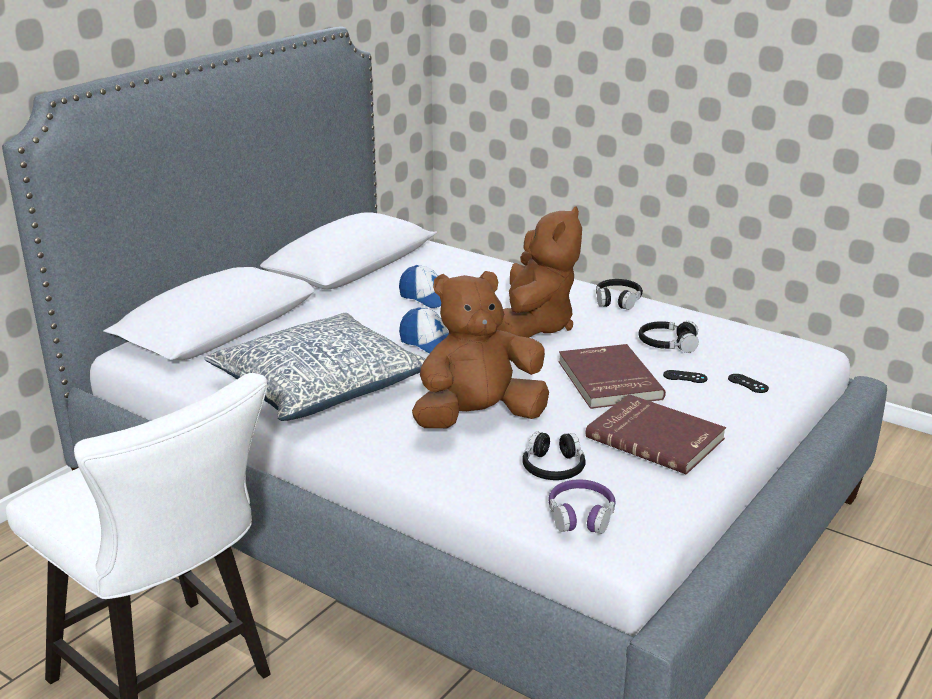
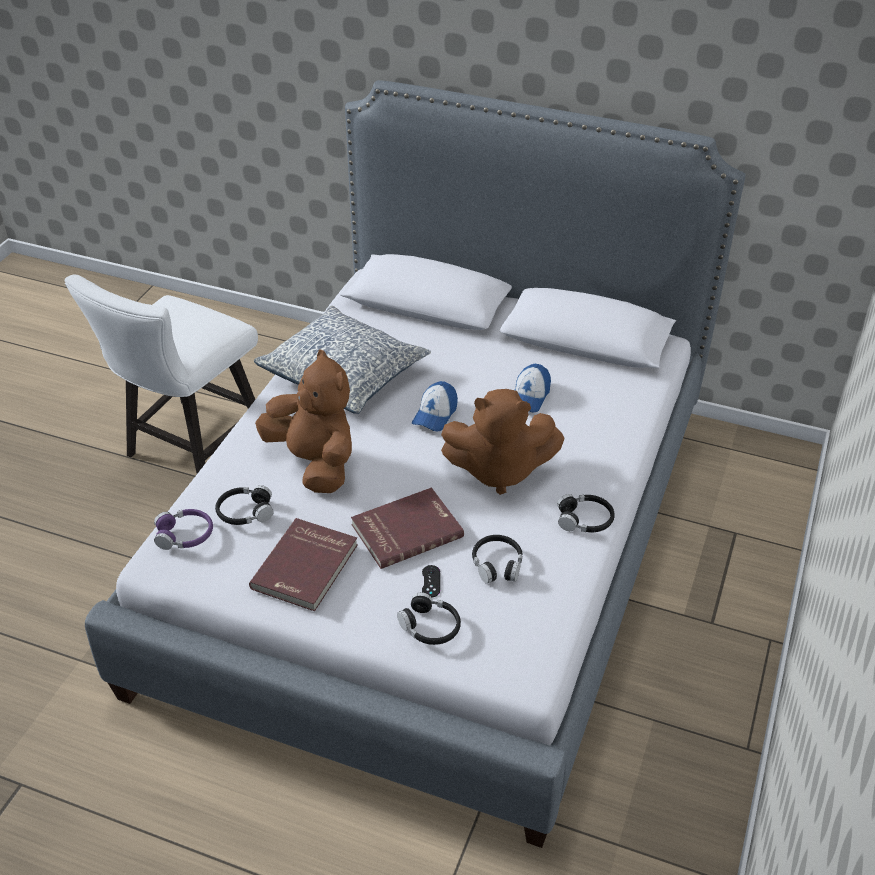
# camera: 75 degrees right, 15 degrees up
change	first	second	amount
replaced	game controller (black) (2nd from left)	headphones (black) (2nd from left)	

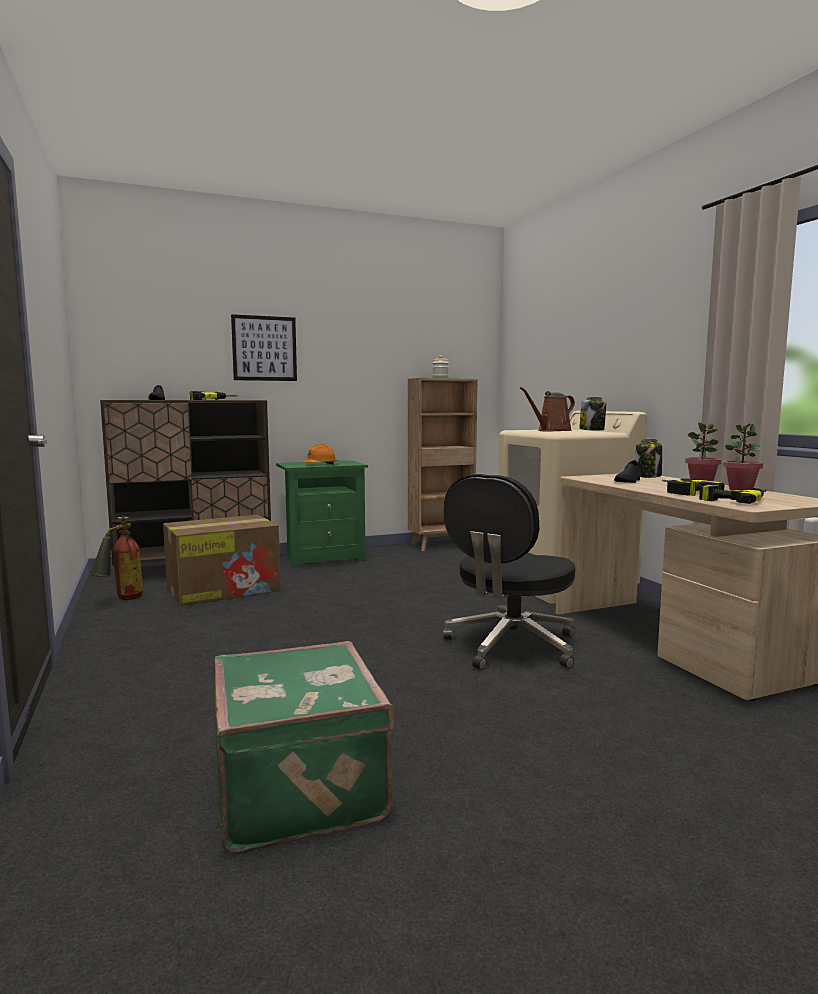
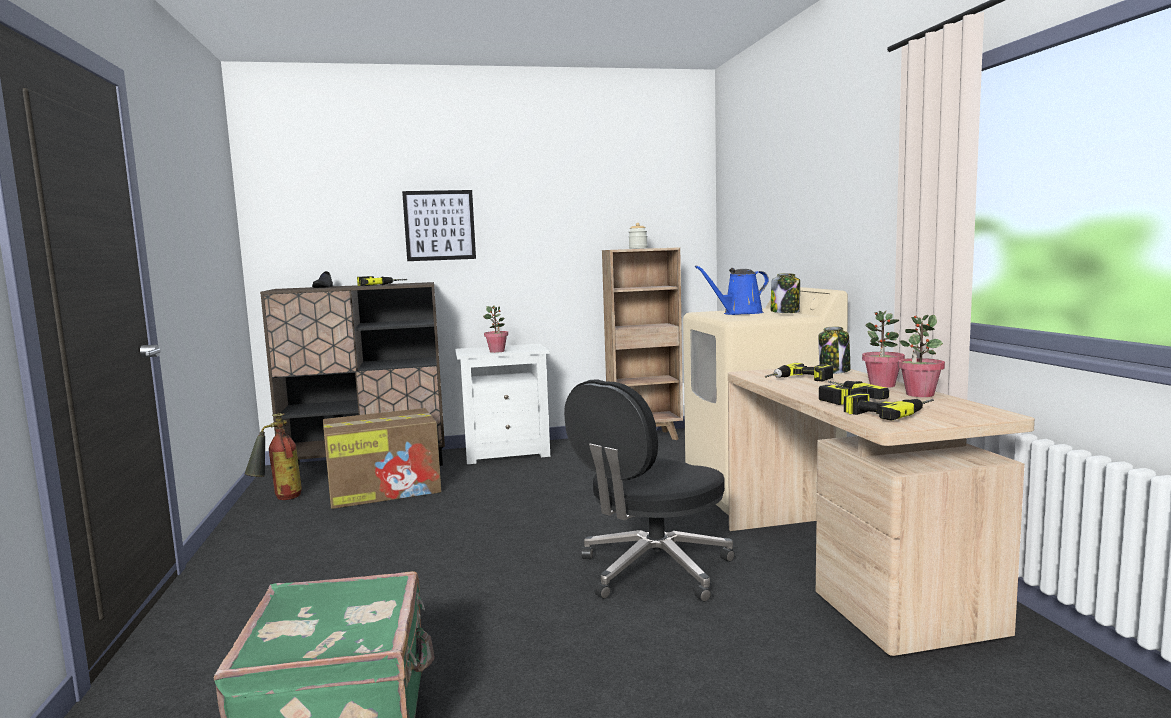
# camera: 10 degrees right, 0 degrees up
change	first	second	amount
recoloured	nightstand (green)	nightstand (white)	
replaced	hard hat (orange)	potted plant (1st from left)	
recoloured	watering can (brown)	watering can (blue)	
replaced	shoe (black) (2nd from left)	power drill (2nd from left)	

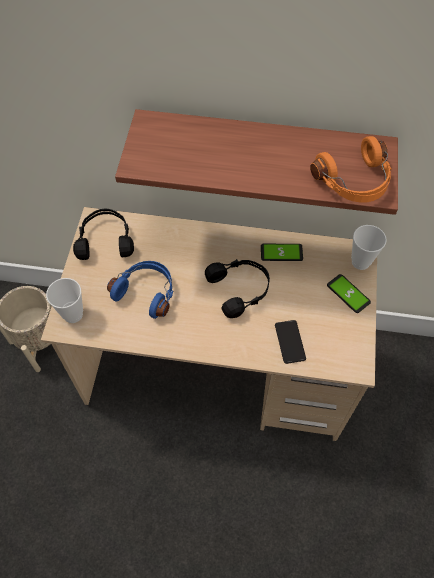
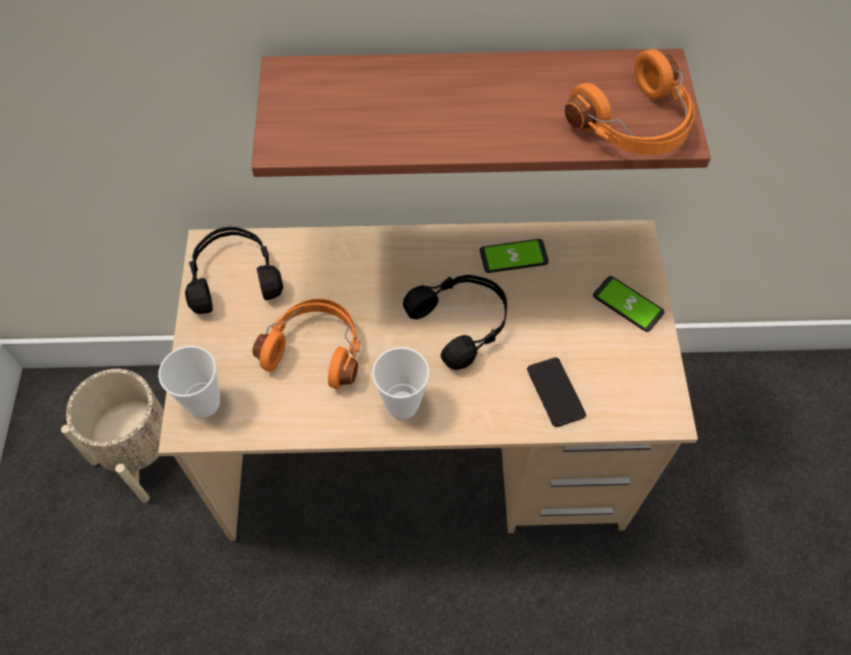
# camera: 10 degrees left, 0 degrees up
change	first	second	amount
recoloured	headphones (blue)	headphones (orange) (1st from left)	
moved	cup (2nd from left)		

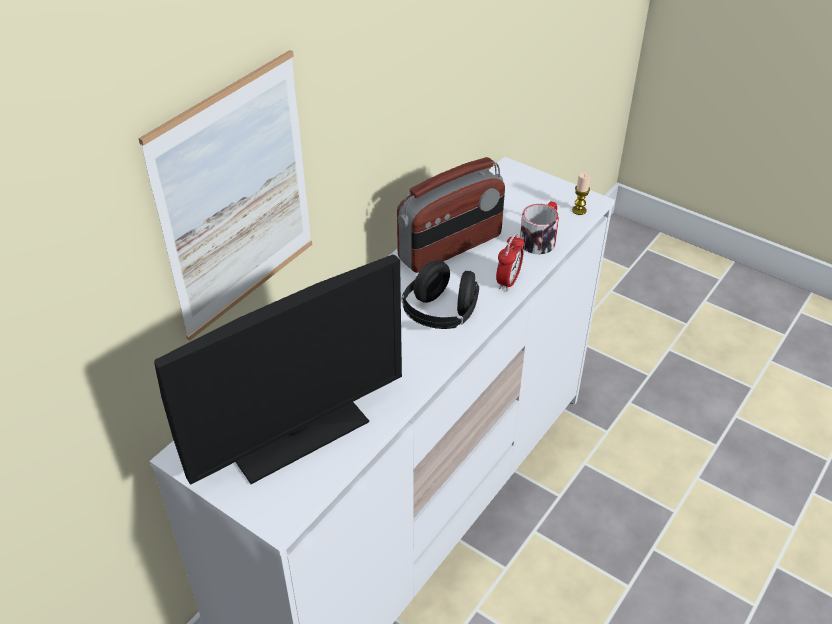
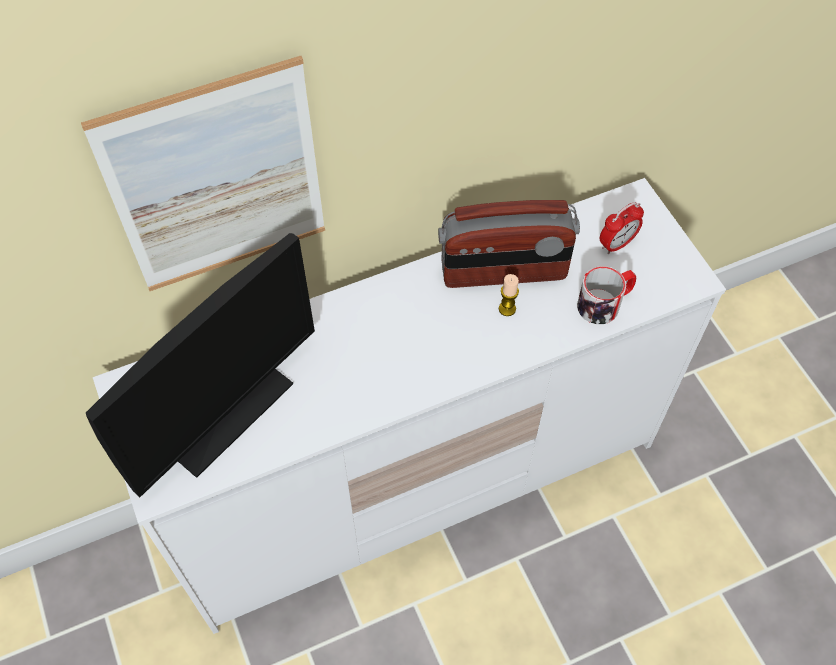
# camera: 30 degrees right, 15 degrees up
change	first	second	amount
turned	monitor		45 degrees counterclockwise
moved	candle		
moved	alarm clock		
removed	headphones (black)		

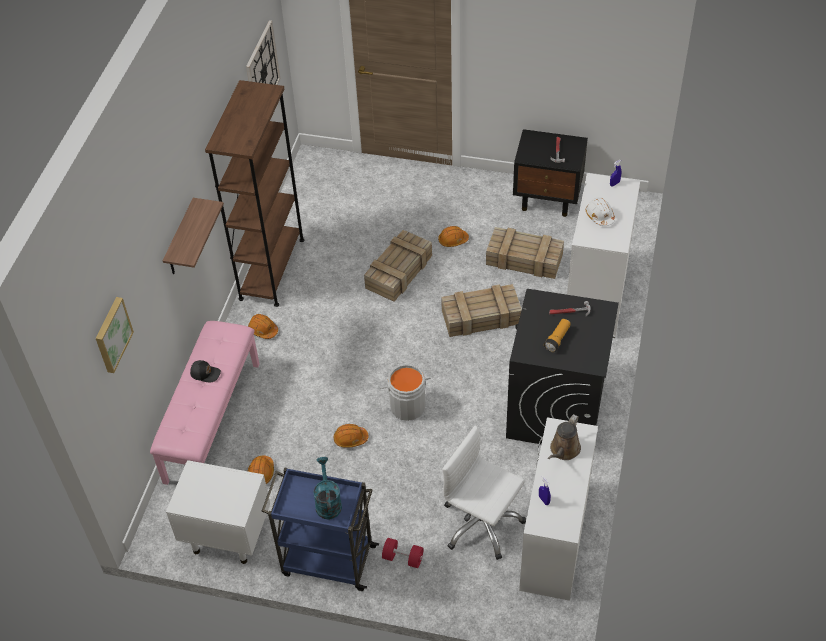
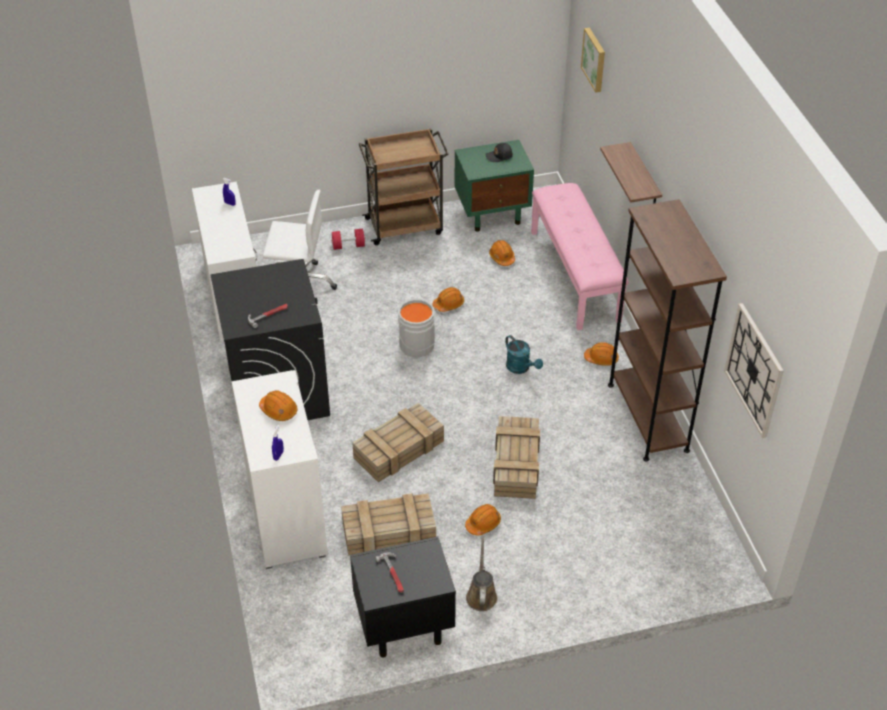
# camera: 150 degrees right, 5 degrees down
change	first	second	amount
recoloured	hard hat (white)	hard hat (orange) (1st from left)	
recoloured	cart (blue)	cart (brown)	
recoloured	nightstand (white)	nightstand (green)	
moved	watering can (brown)		
moved	cap (black)		
moved	watering can (turquoise)		
removed	flashlight		

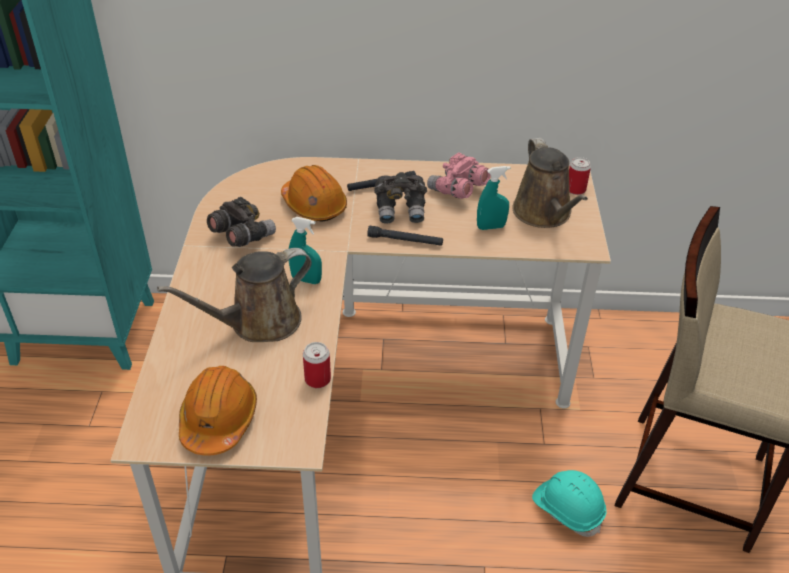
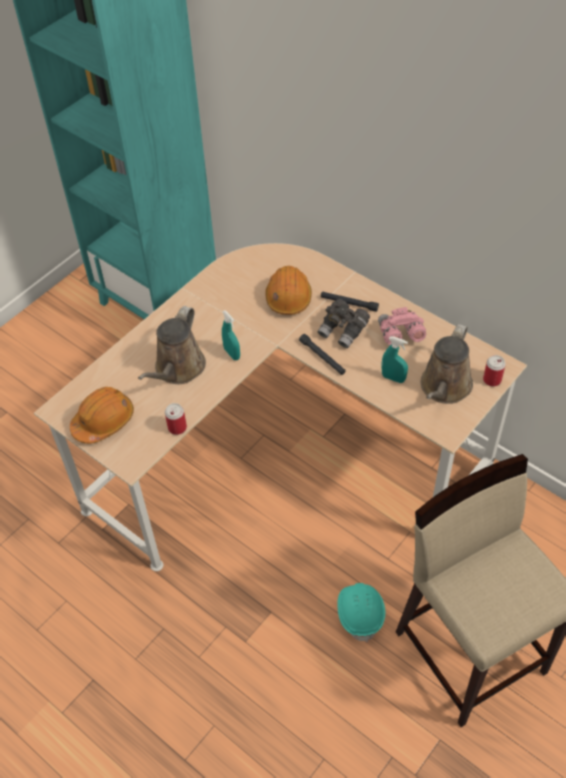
# camera: 40 degrees right, 10 degrees up
change	first	second	amount
turned	watering can (brown) (1st from left)		75 degrees counterclockwise
removed	binoculars (grey) (1st from left)		

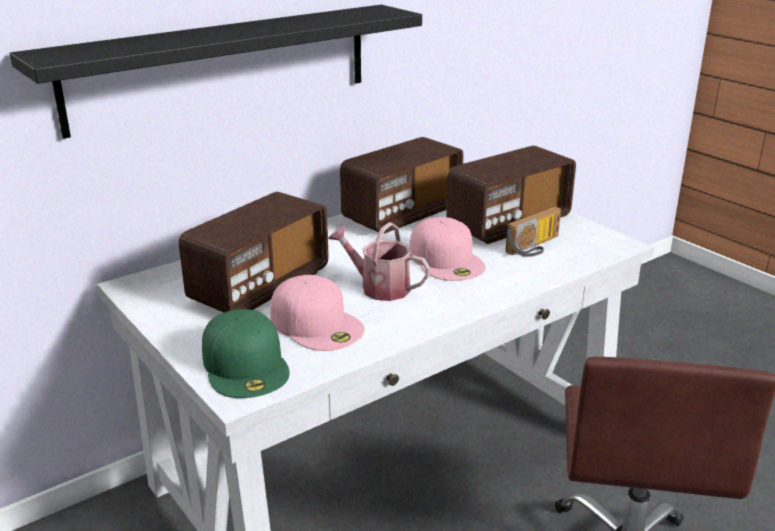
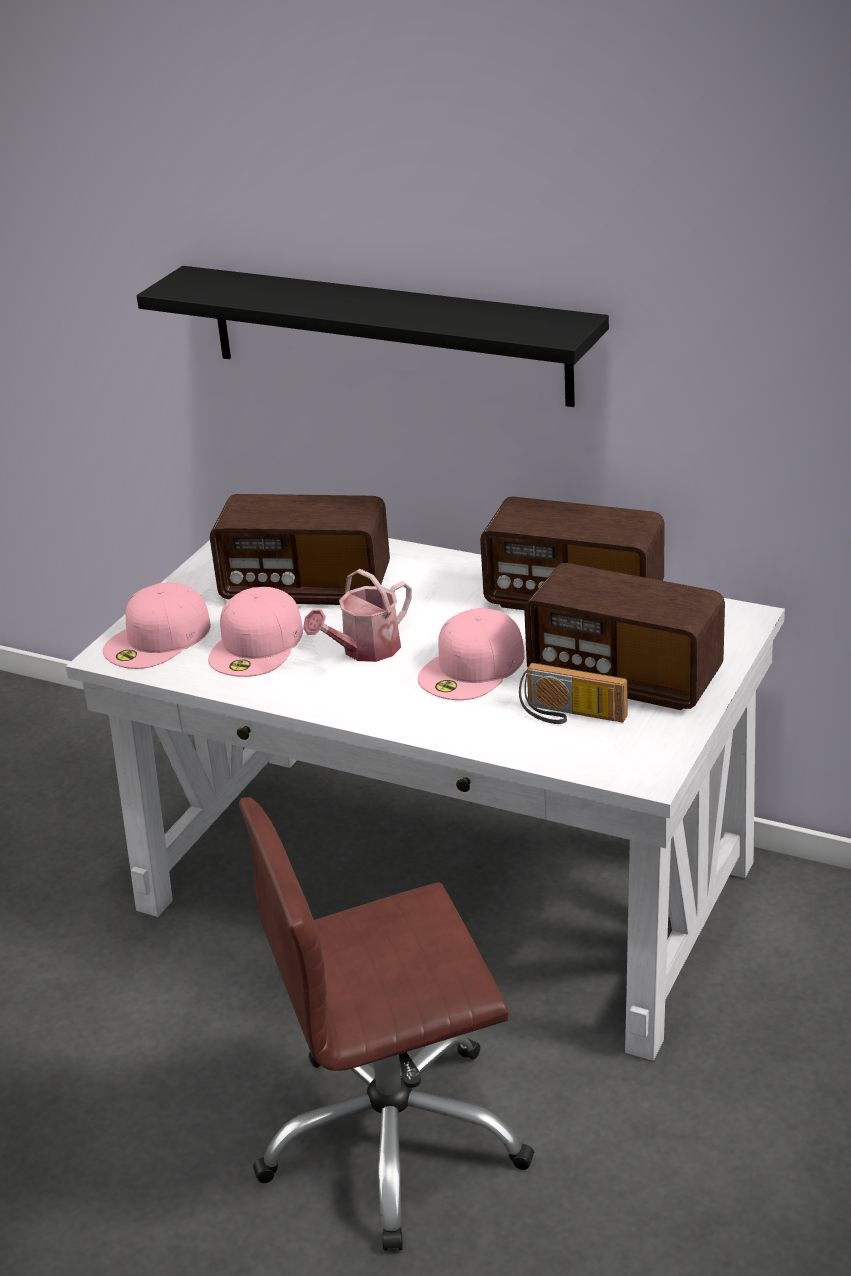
# camera: 65 degrees right, 5 degrees up
change	first	second	amount
recoloured	cap (green)	cap (pink) (1st from left)	
turned	watering can		135 degrees counterclockwise

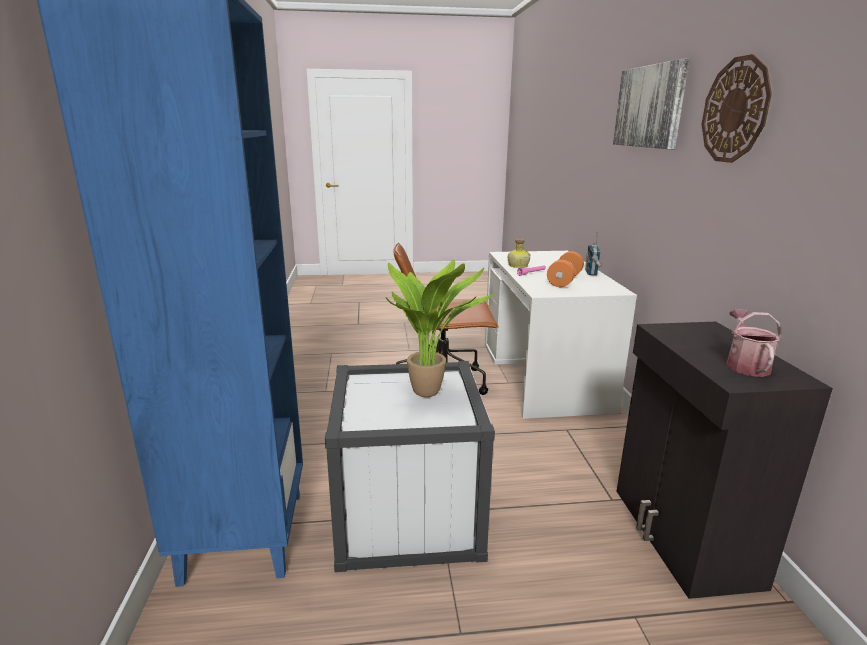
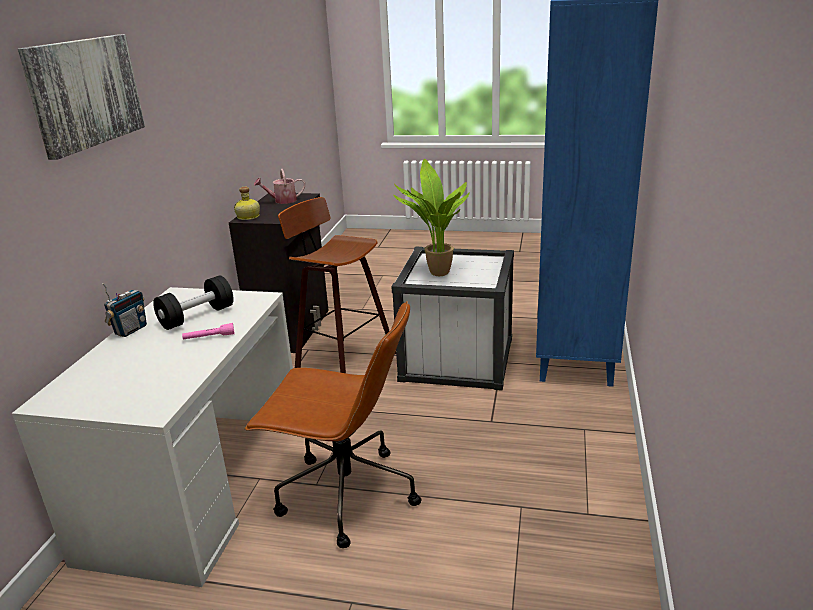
# camera: 160 degrees left, 5 degrees up
change	first	second	amount
recoloured	dumbbell (orange)	dumbbell (black)	
moved	bottle		
turned	watering can		45 degrees clockwise
added		stool	
removed	wall clock		

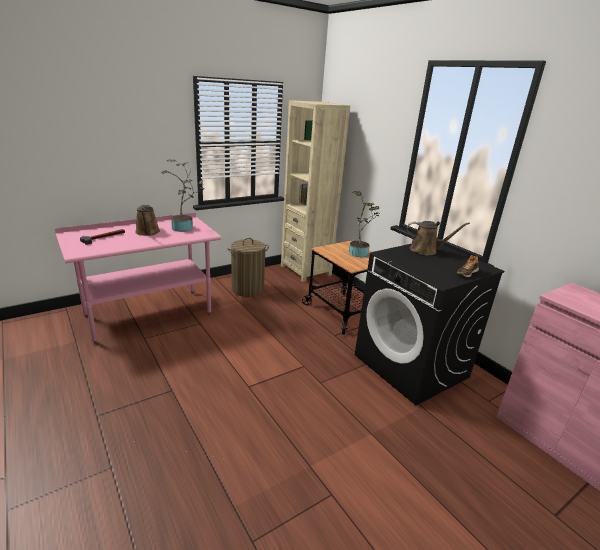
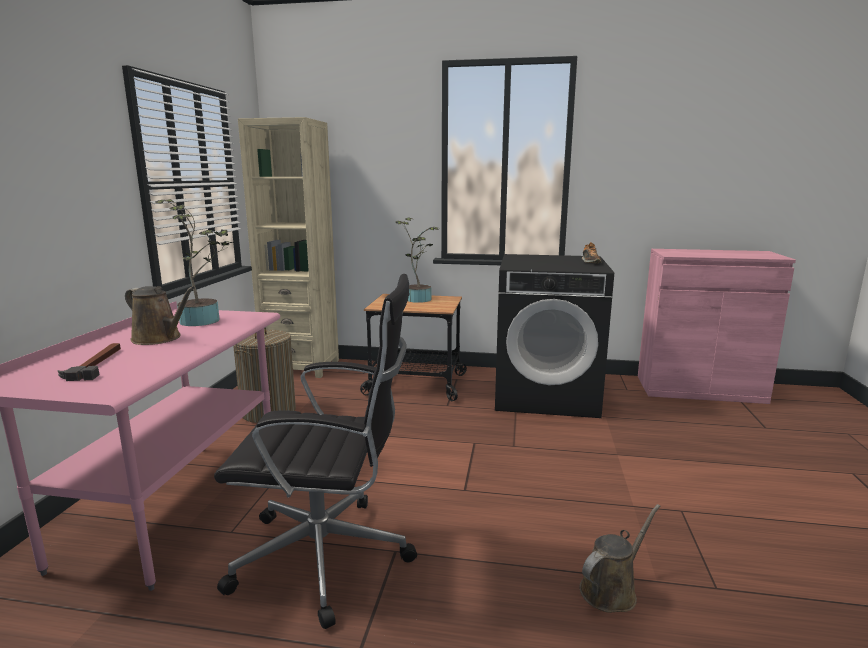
# camera: 45 degrees left, 10 degrees down
change	first	second	amount
added		office chair (black)	
moved	watering can (brown) (2nd from left)		

